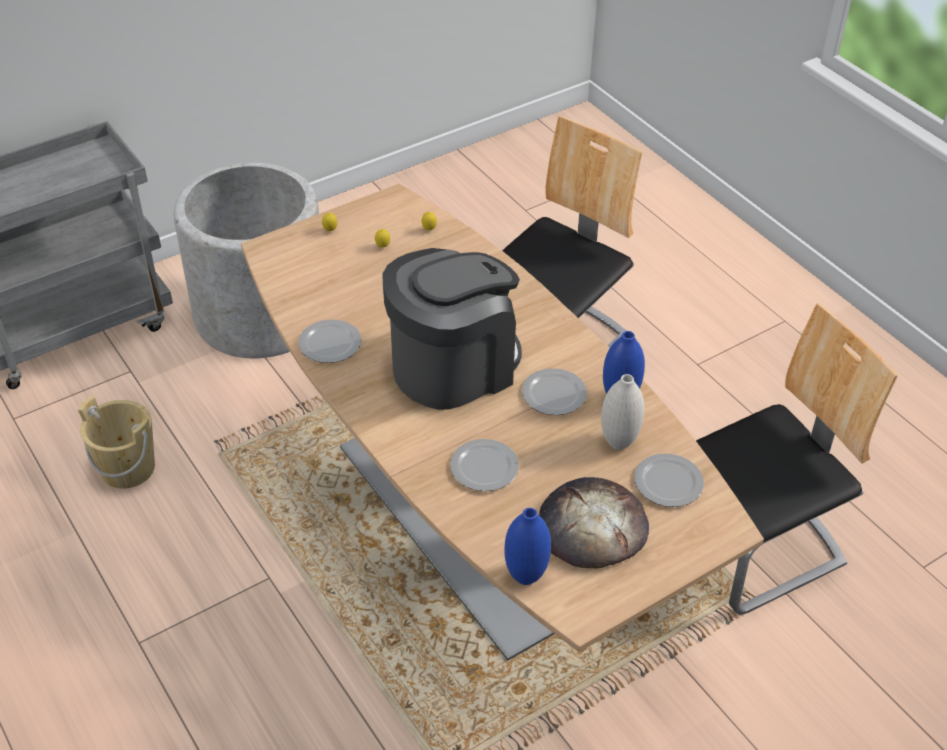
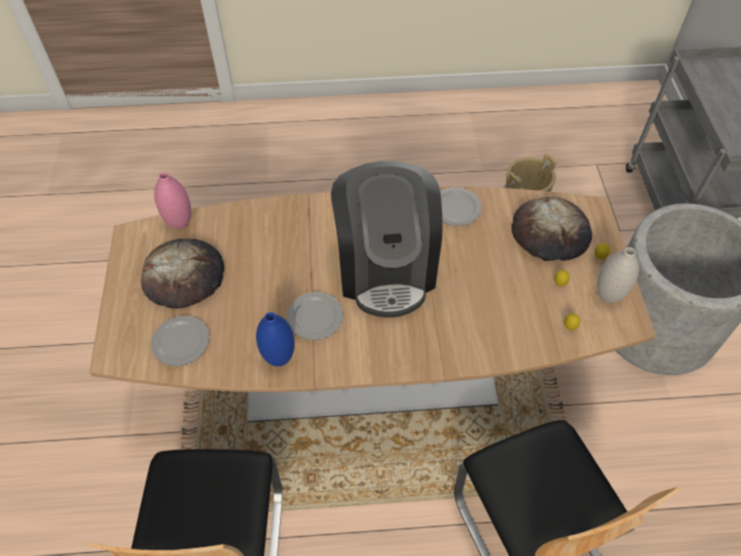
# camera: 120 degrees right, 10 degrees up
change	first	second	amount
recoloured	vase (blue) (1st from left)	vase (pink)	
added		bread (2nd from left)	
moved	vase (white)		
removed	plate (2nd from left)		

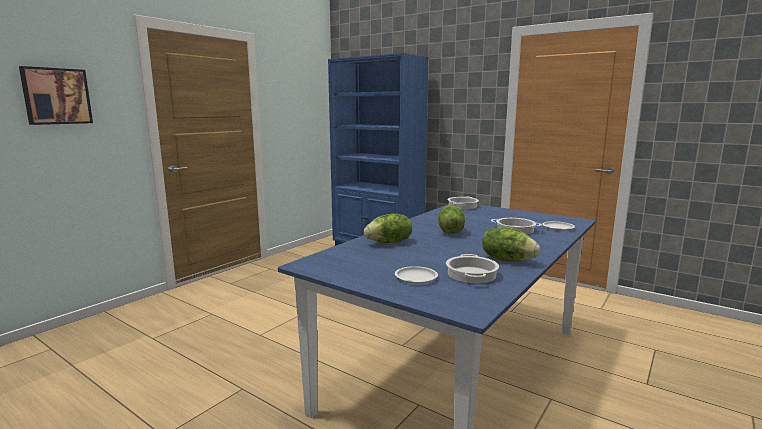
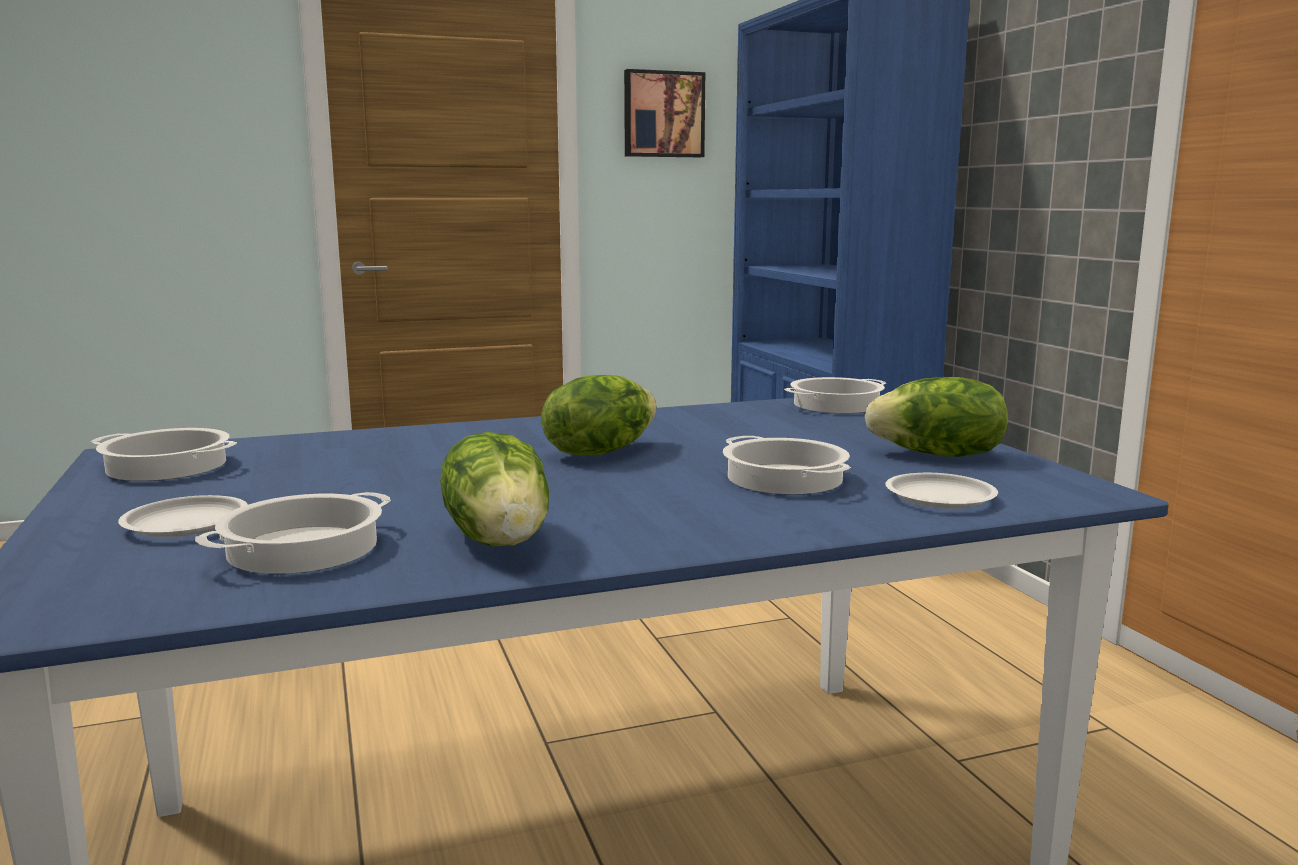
# camera: 35 degrees right, 0 degrees up
change	first	second	amount
added		cooking pot (1st from left)	
moved	picture		
moved	lettuce (1st from left in the first image)	lettuce (3rd from left)	

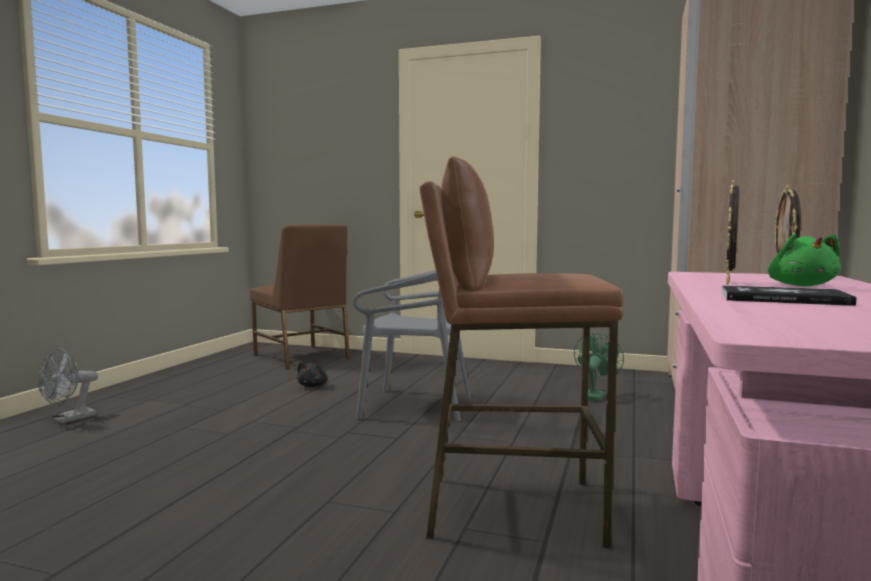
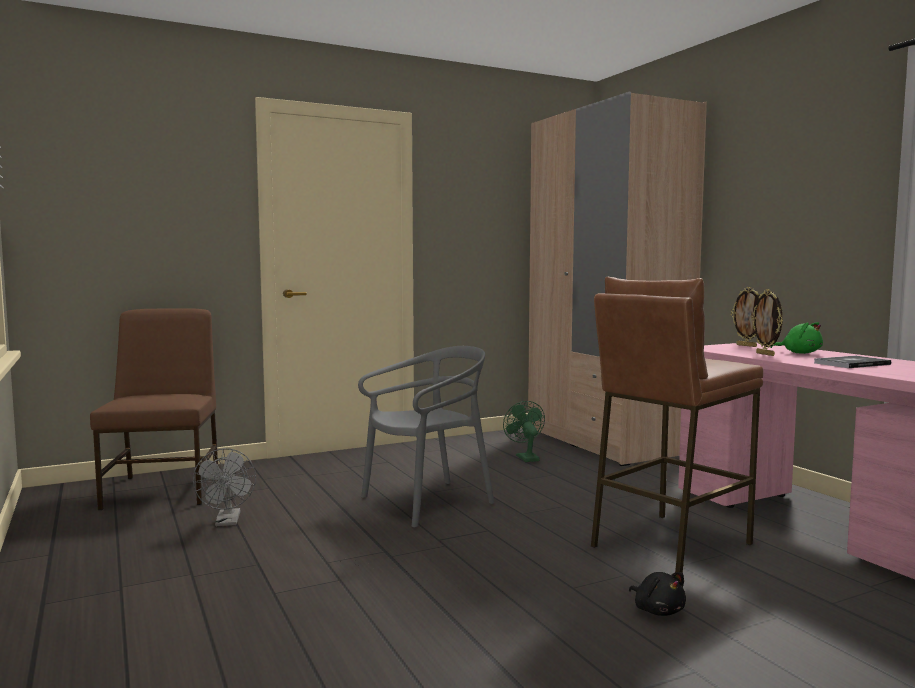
# camera: 45 degrees left, 0 degrees up
change	first	second	amount
turned	chair (brown)		105 degrees counterclockwise
moved	fan (grey)		
moved	plush toy (black)		

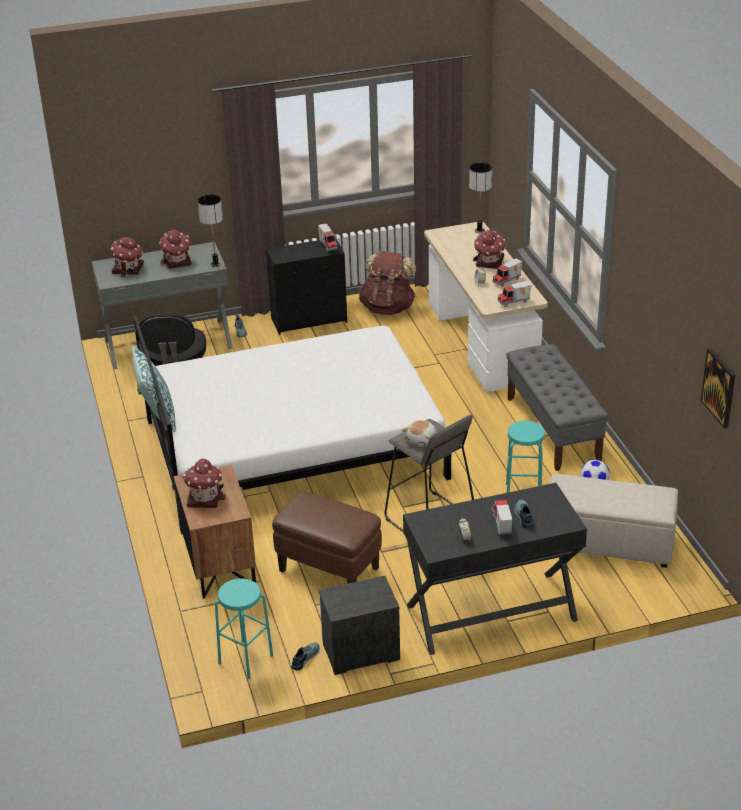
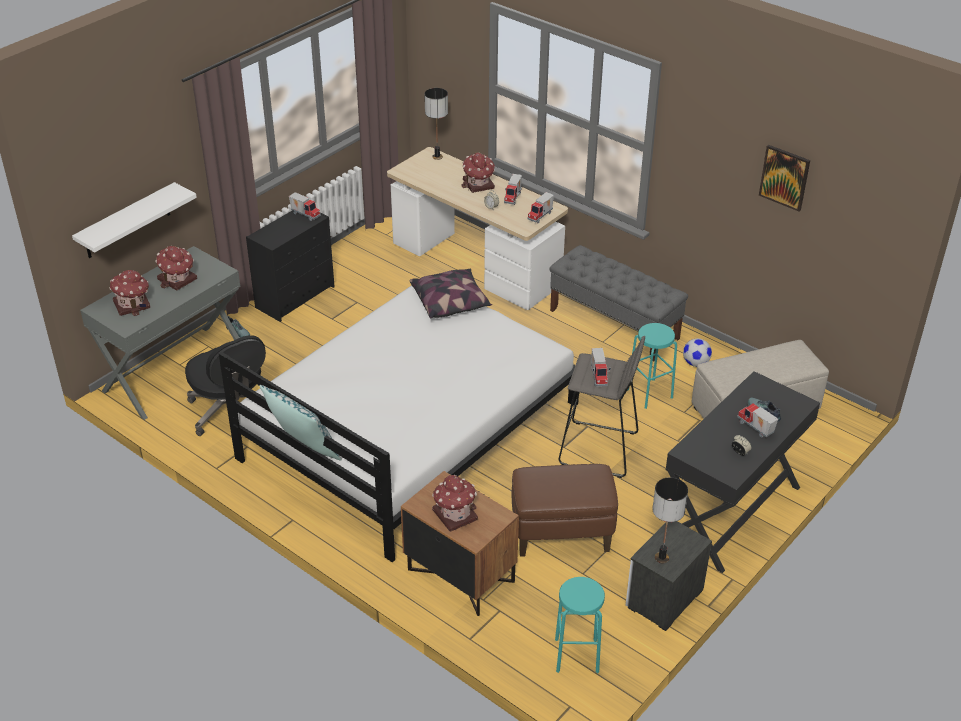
# camera: 35 degrees left, 5 degrees up
change	first	second	amount
added		shelf (white)	
added		pillow (2nd from left)	
replaced	plush toy	toy truck (4th from left)	
moved	table lamp (1st from left in the first image)	table lamp (2nd from left)	
moved	picture		
removed	shoe (2nd from left)		
removed	backpack (brown)		

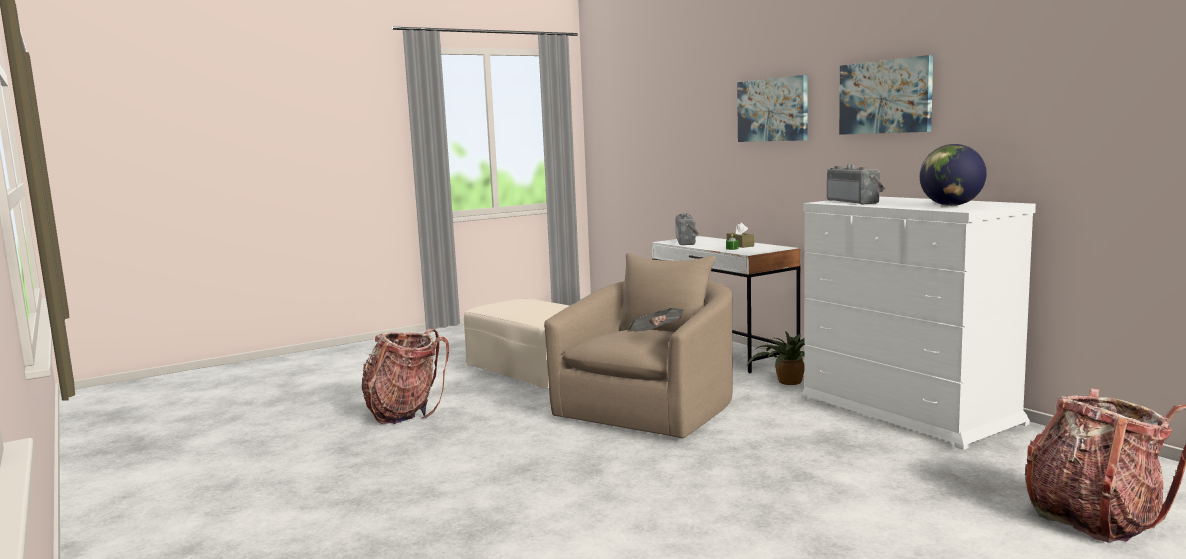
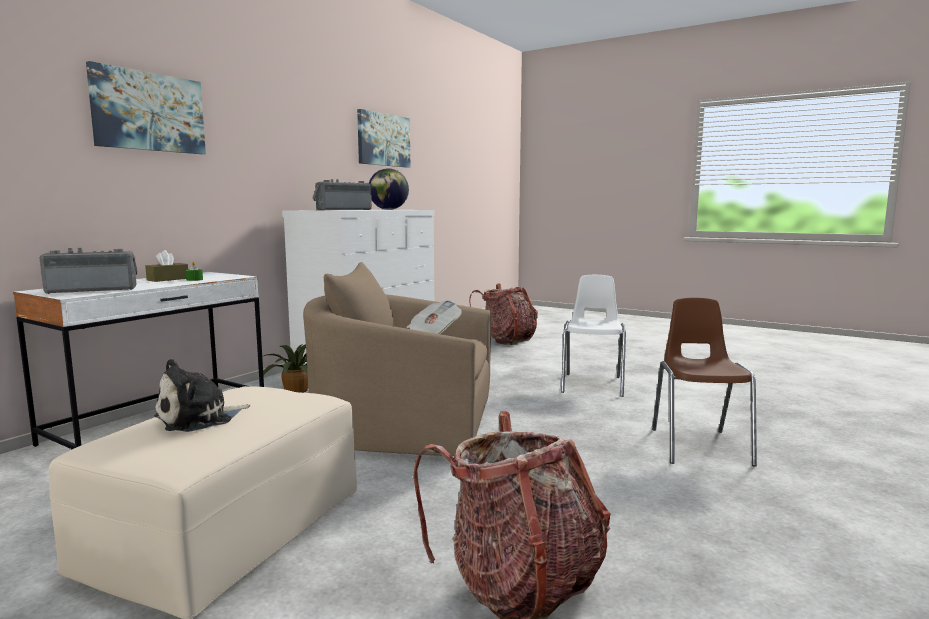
# camera: 115 degrees left, 0 degrees up
change	first	second	amount
added		plush toy	
moved	picture (2nd from left)		
added		chair (white)	
added		chair (brown)	

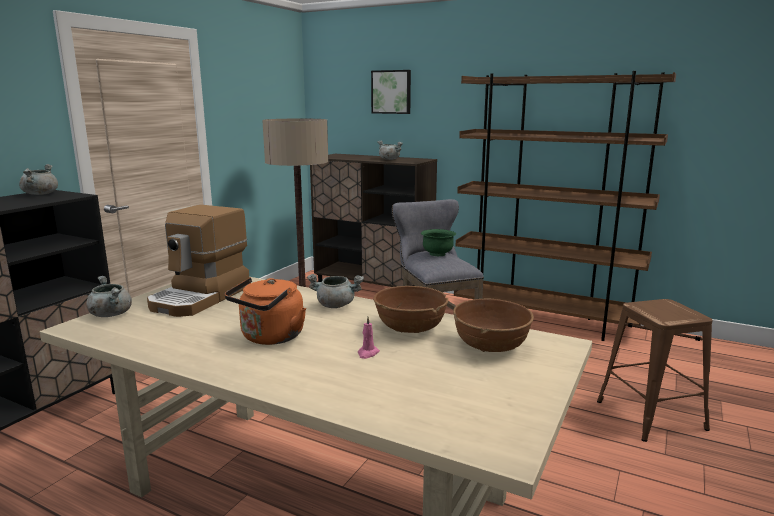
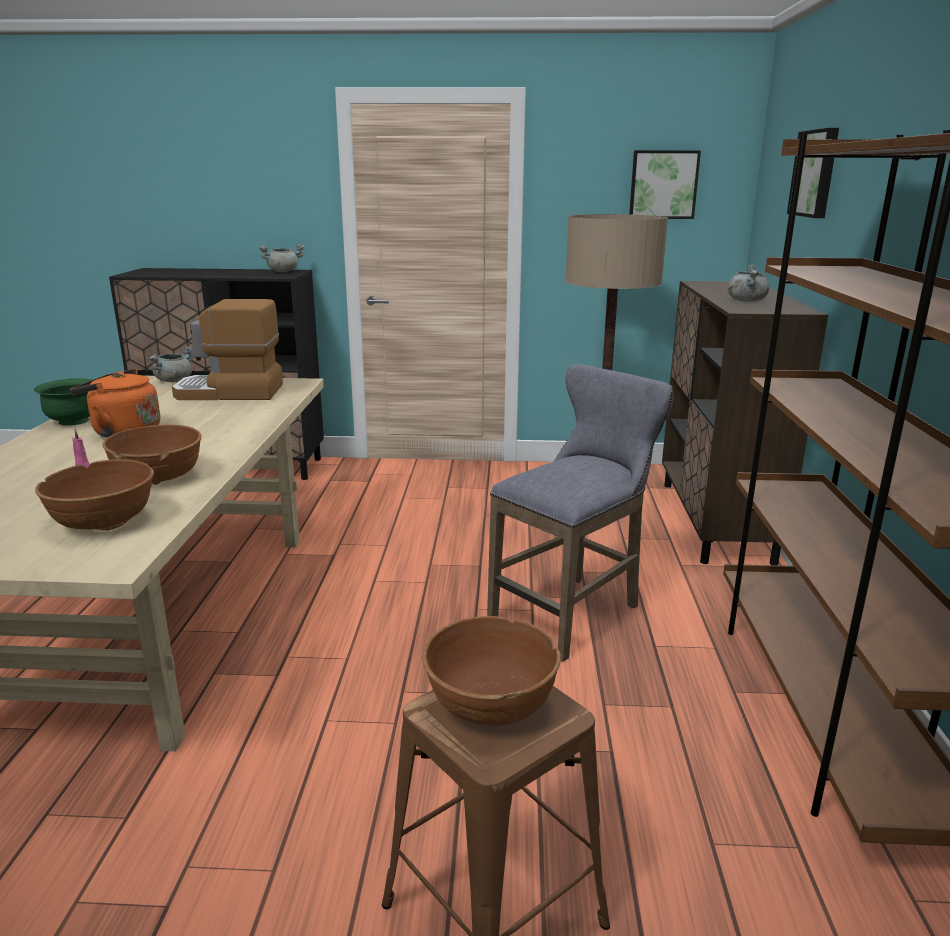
# camera: 65 degrees right, 5 degrees up
change	first	second	amount
moved	bowl (green)		
added		bowl (brown) (3rd from left)	
added		picture (1st from left)	
removed	cooking pot (grey) (3rd from left)		

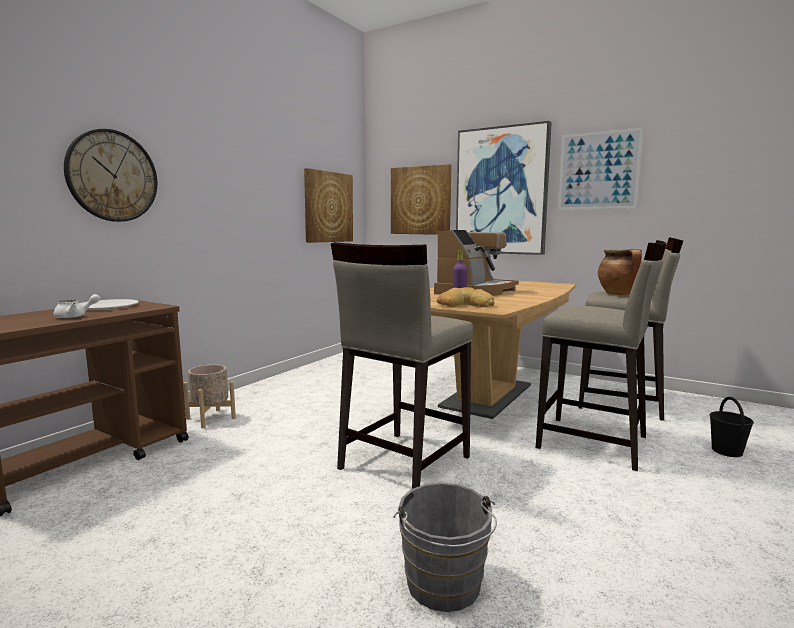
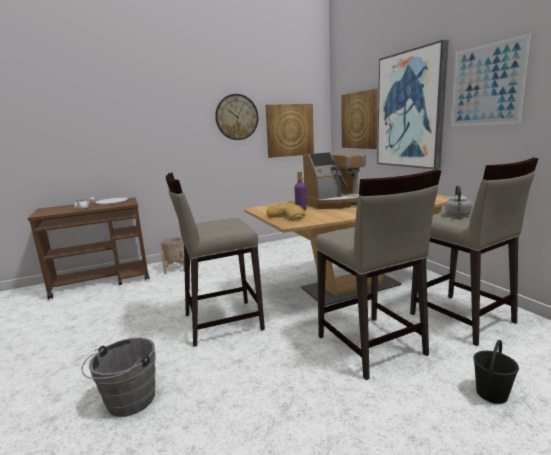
# camera: 35 degrees right, 5 degrees up
change	first	second	amount
moved	wall clock		
replaced	cooking pot	kettle (grey)	

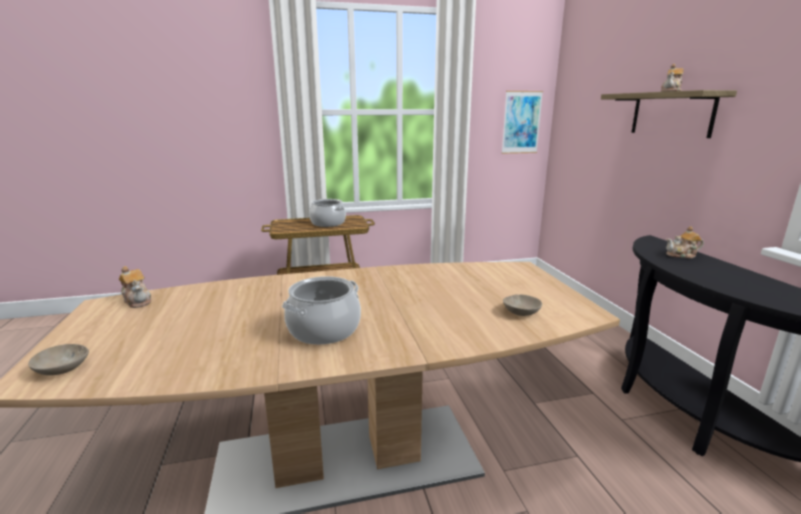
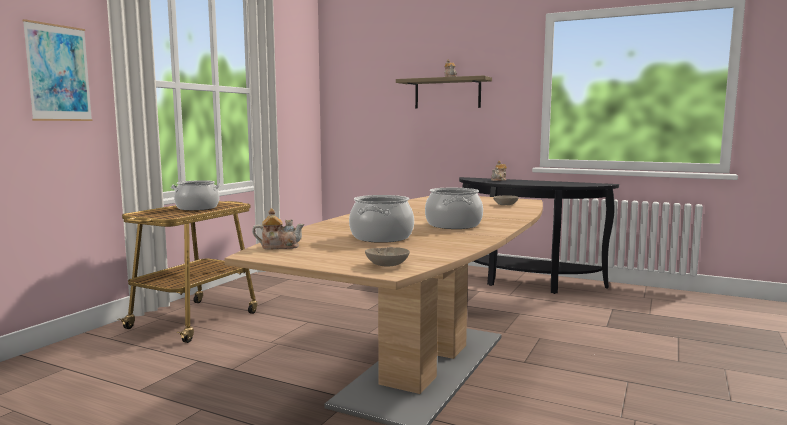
# camera: 50 degrees left, 10 degrees down
change	first	second	amount
moved	picture		
added		cooking pot (2nd from left)	

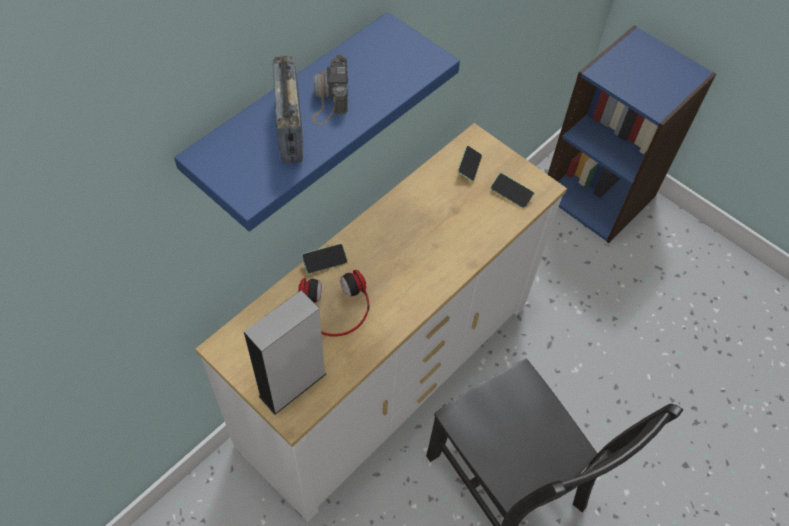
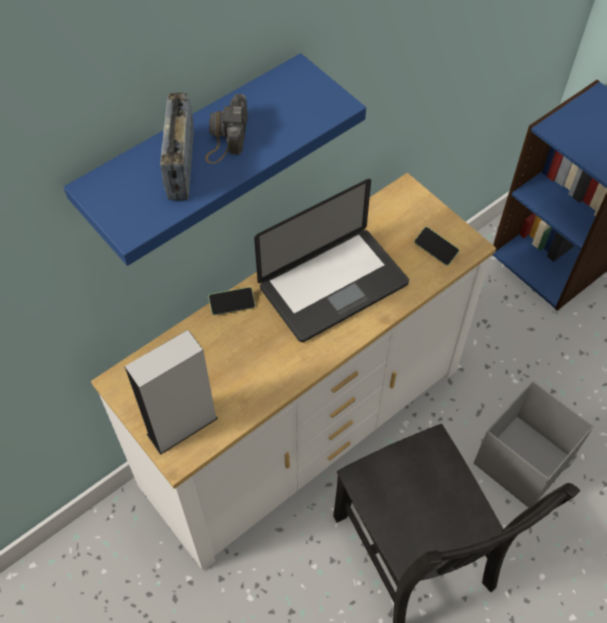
# camera: 10 degrees right, 0 degrees up
change	first	second	amount
added		laptop	
added		storage box (grey)	
removed	headphones		
removed	phone (2nd from left)		

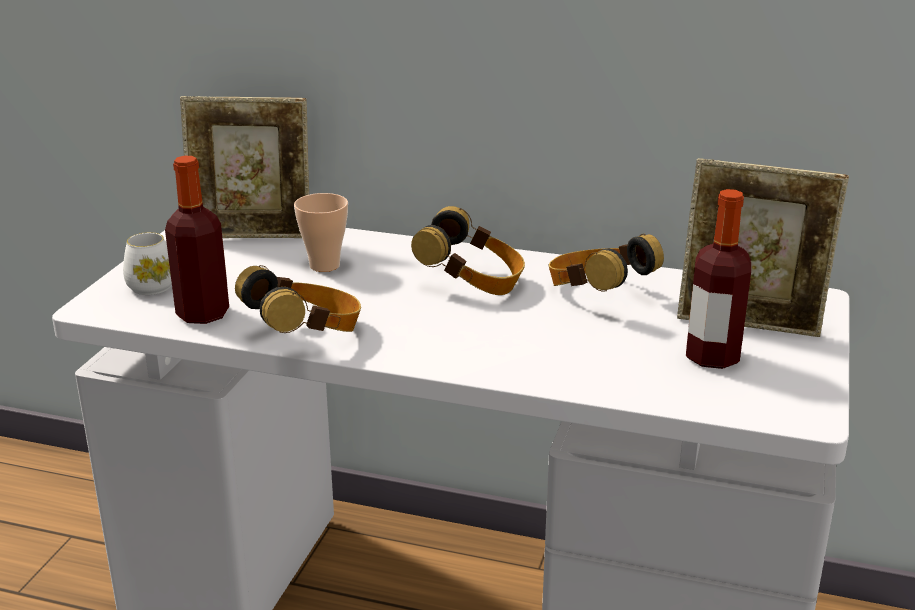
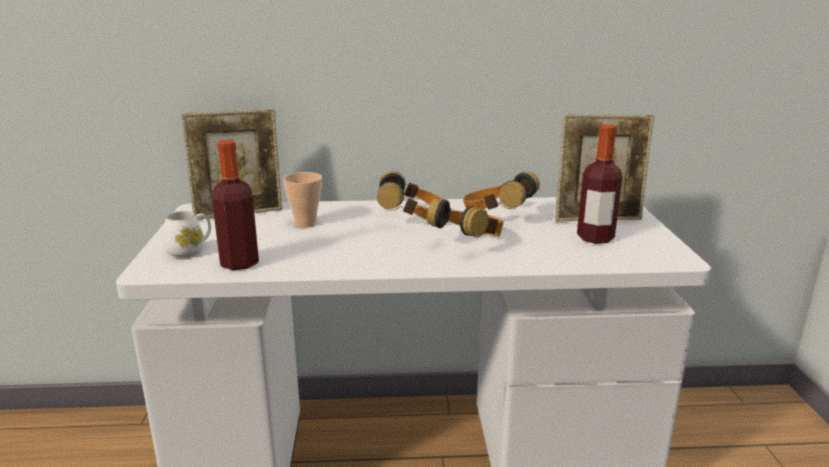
# camera: 20 degrees left, 5 degrees down
change	first	second	amount
moved	headphones (1st from left in the first image)	headphones (2nd from left)	

